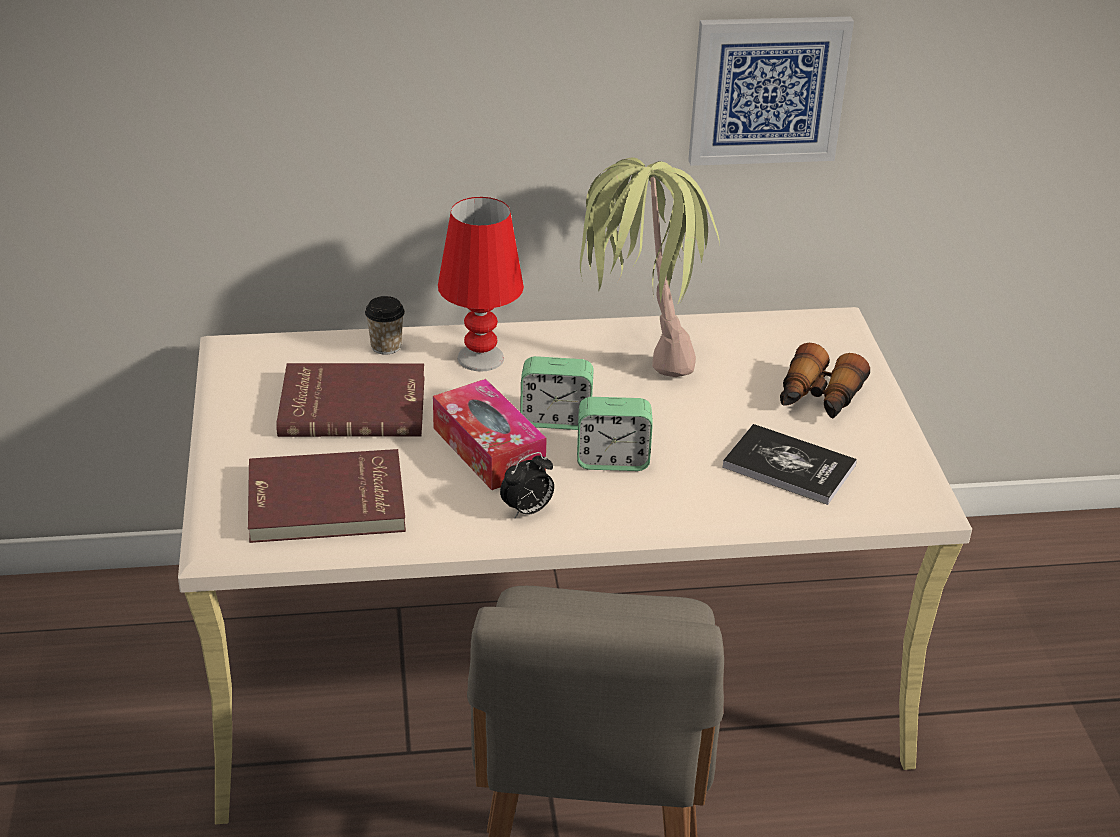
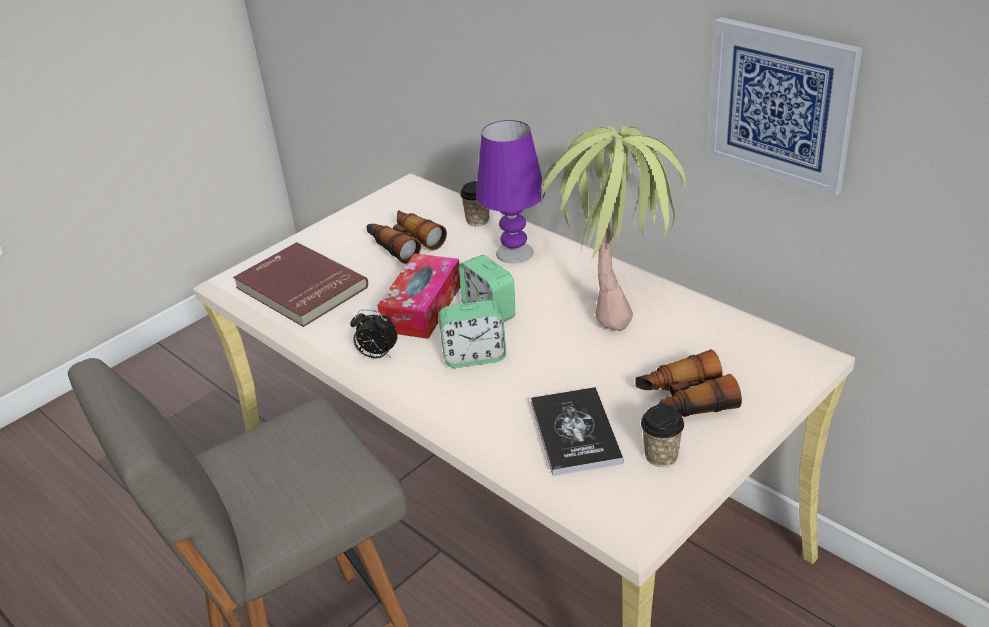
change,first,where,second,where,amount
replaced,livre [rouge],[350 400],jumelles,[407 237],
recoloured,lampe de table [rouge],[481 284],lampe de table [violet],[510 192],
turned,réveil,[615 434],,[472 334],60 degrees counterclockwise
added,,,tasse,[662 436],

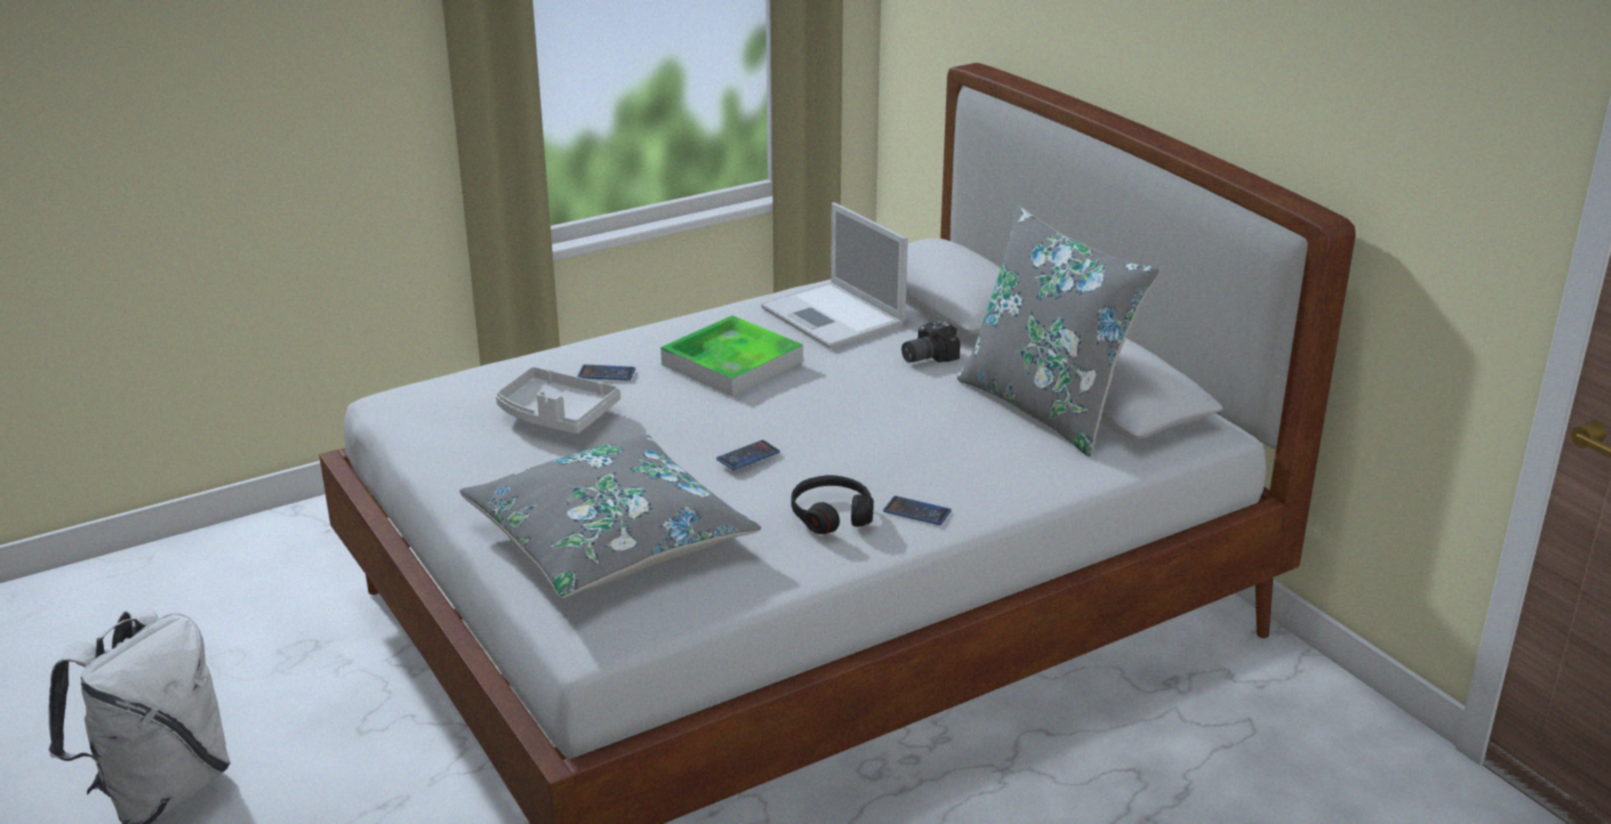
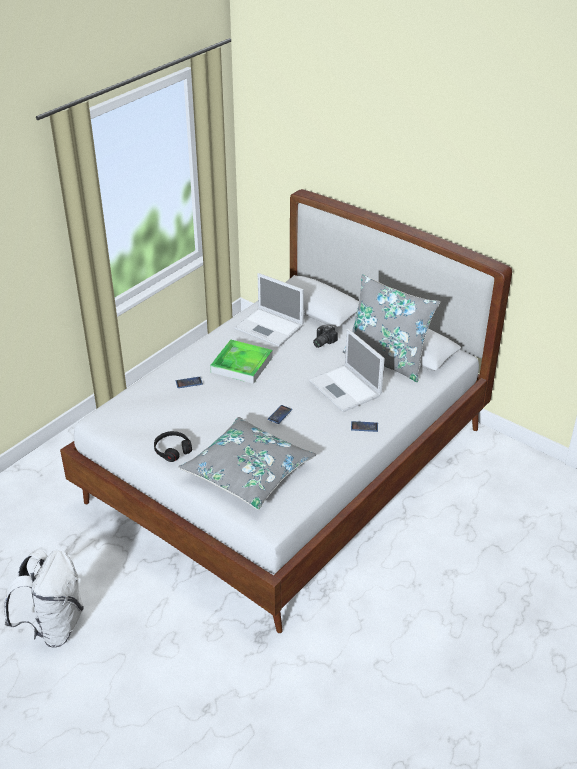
change,first,where,second,where,amount
removed,plateau [gris],[558 400],,,
moved,casque audio [noir],[832 504],,[173 446],
added,,,ordinateur portable,[347 370],

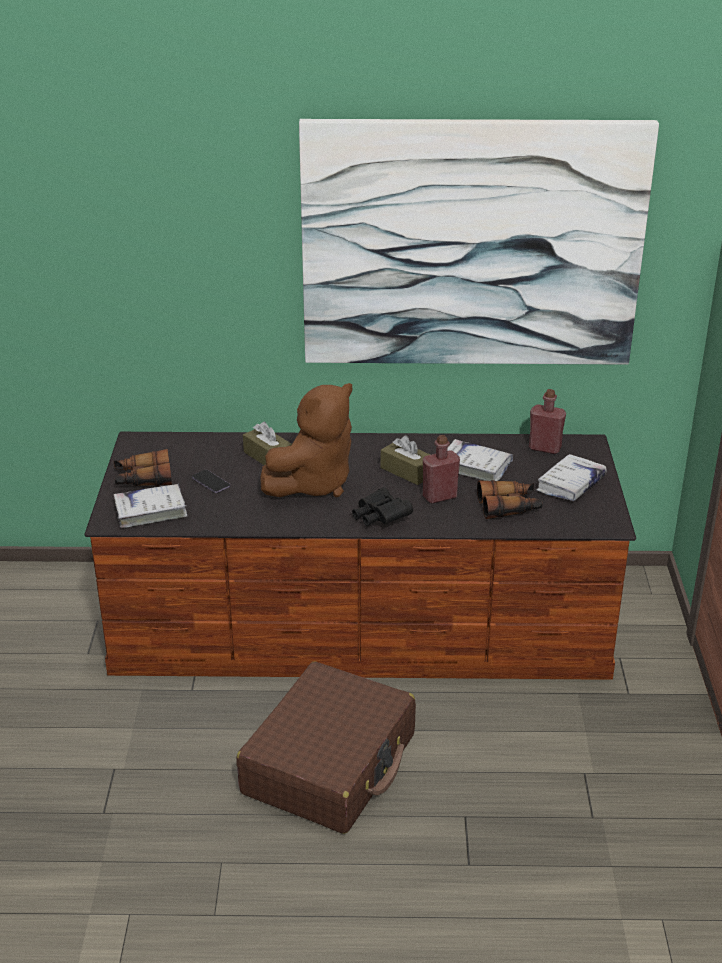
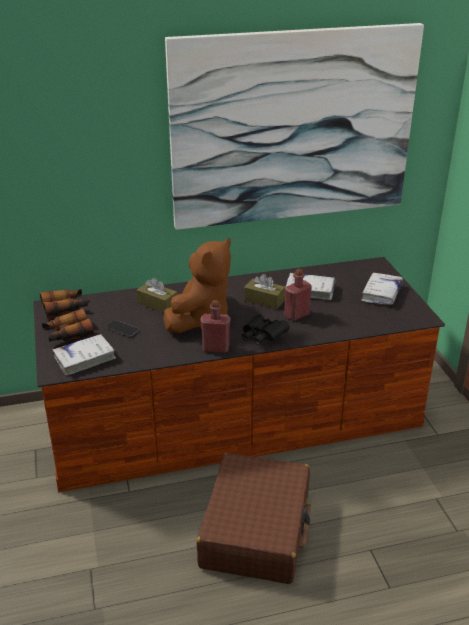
change,first,where,second,where,amount
moved,jumelles,[510 499],,[63 304],
moved,bouteille [rouge],[547 421],,[215 326],

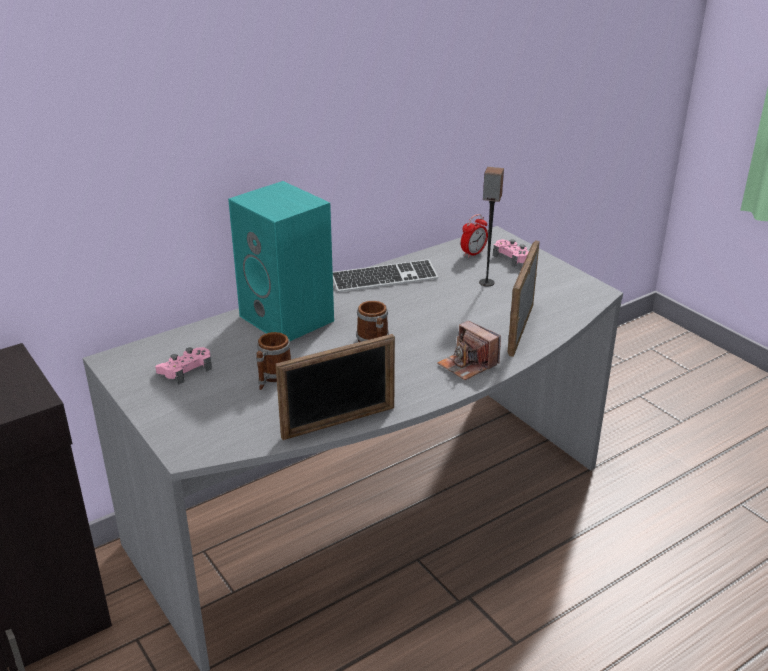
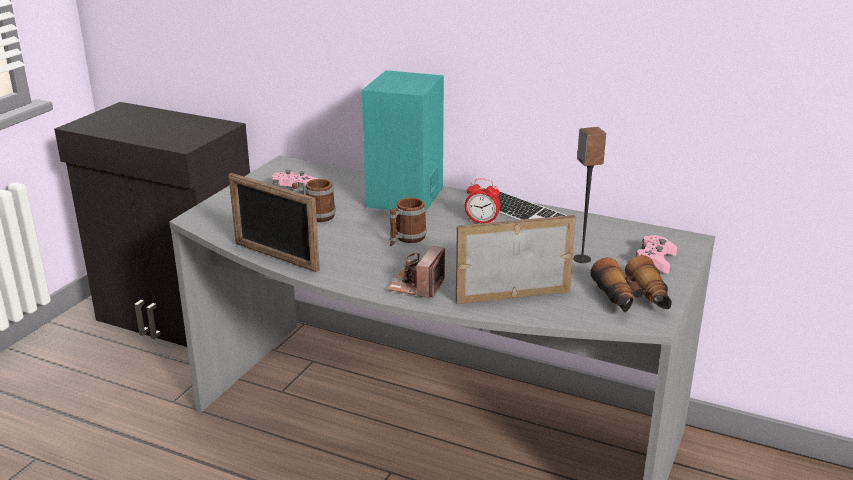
change,first,where,second,where,amount
moved,réveil,[474 236],,[482 200],
added,,,jumelles,[631 283],

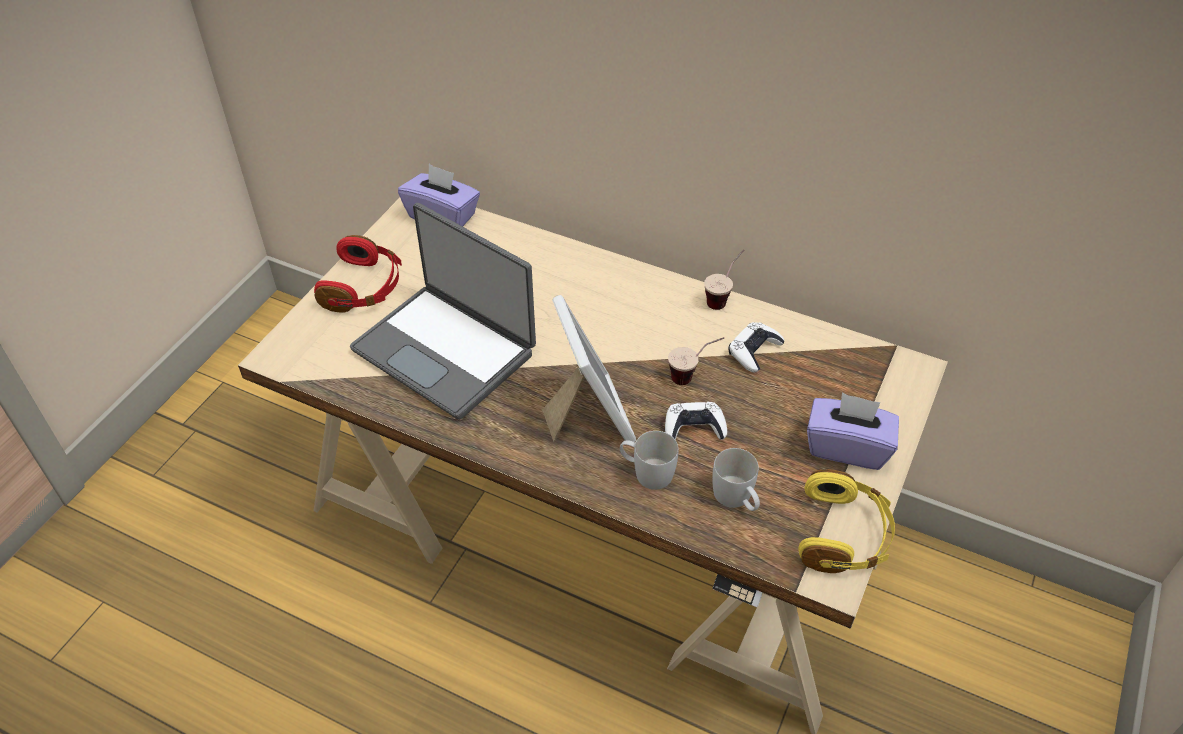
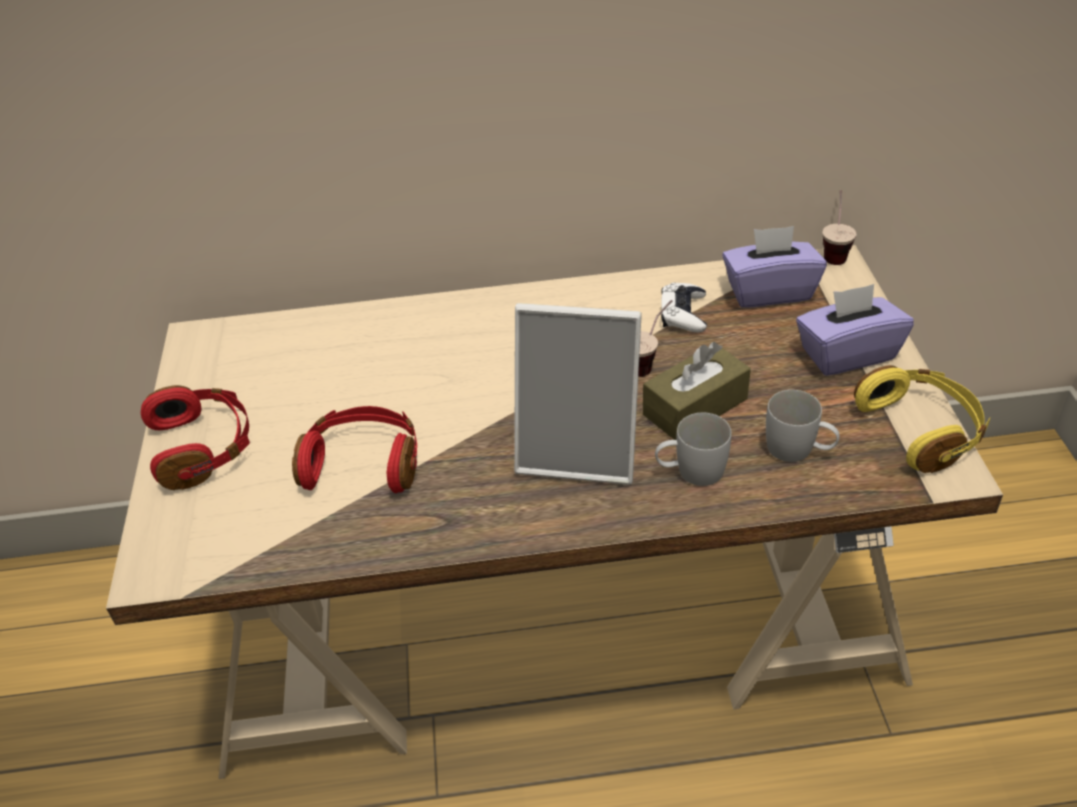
change,first,where,second,where,amount
replaced,ordinateur portable,[443 311],casque audio [rouge],[354 449],
moved,boîte à mouchoirs [violet],[439 195],,[774 267],
turned,cadre photo,[589 368],,[578 394],150 degrees clockwise
replaced,manette [blanc],[696 421],boîte à mouchoirs [marron],[697 391],
moved,tasse,[724 280],,[839 227],

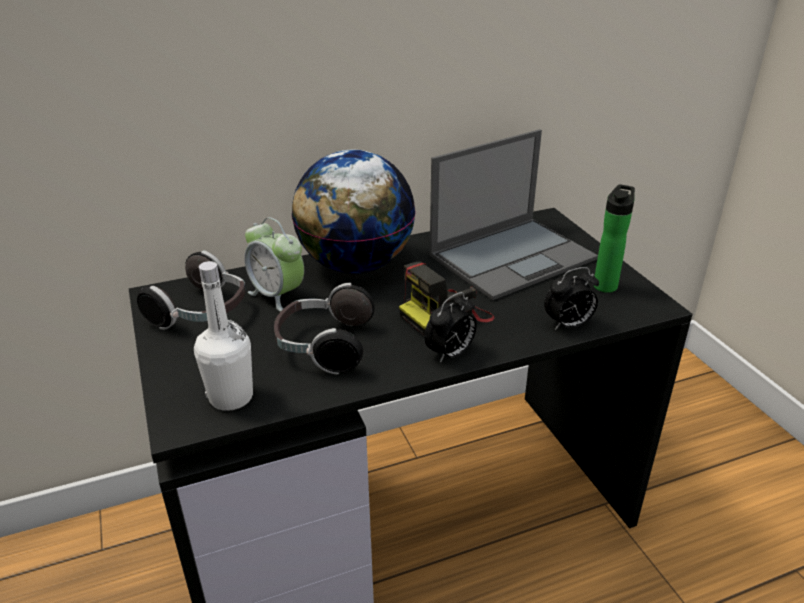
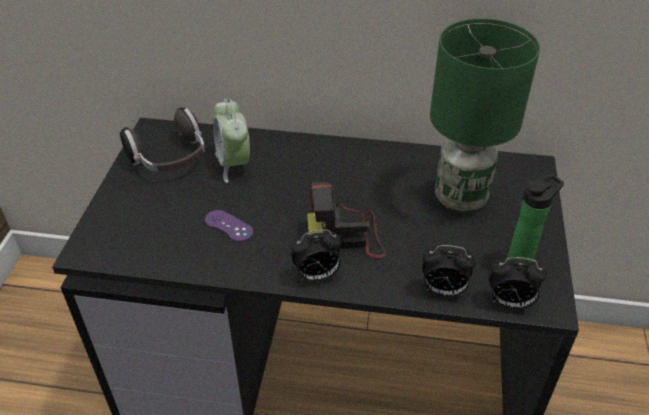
change,first,where,second,where,amount
removed,bouteille [blanc],[223 336],,,
replaced,casque audio,[324 329],manette [violet],[229 226],
removed,globe,[354 212],,,
replaced,ordinateur portable,[513 214],lampe de table [vert],[485 115],
added,,,réveil,[518 283],

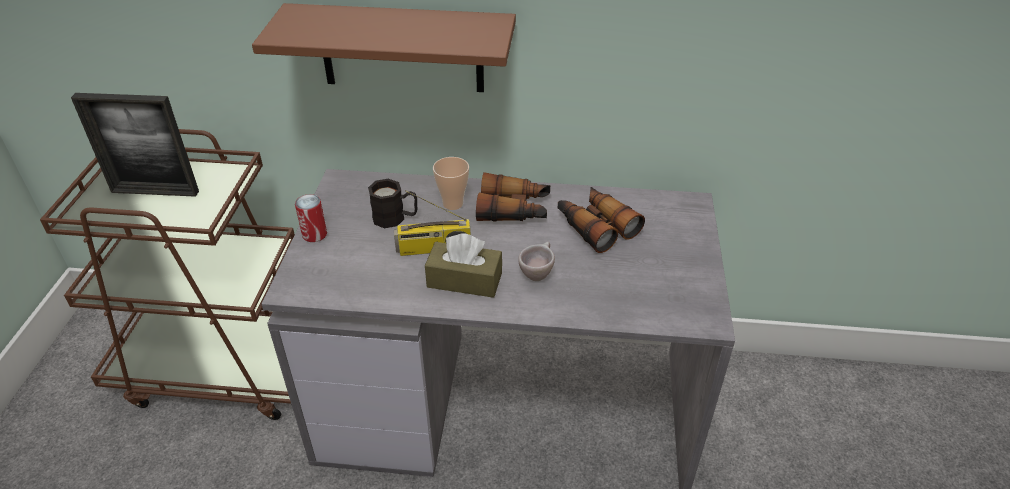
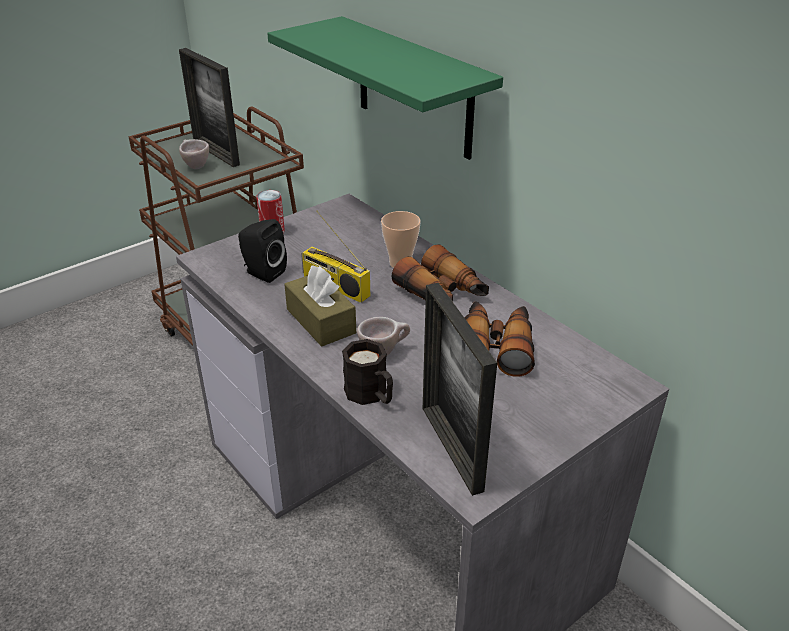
change,first,where,second,where,amount
recoloured,étagère [marron],[384 47],étagère [vert],[385 88],
moved,mug [noir],[392 203],,[367 372],
added,,,tasse [beige],[194 154],
added,,,enceinte [noir],[262 251],
added,,,cadre photo,[460 389],

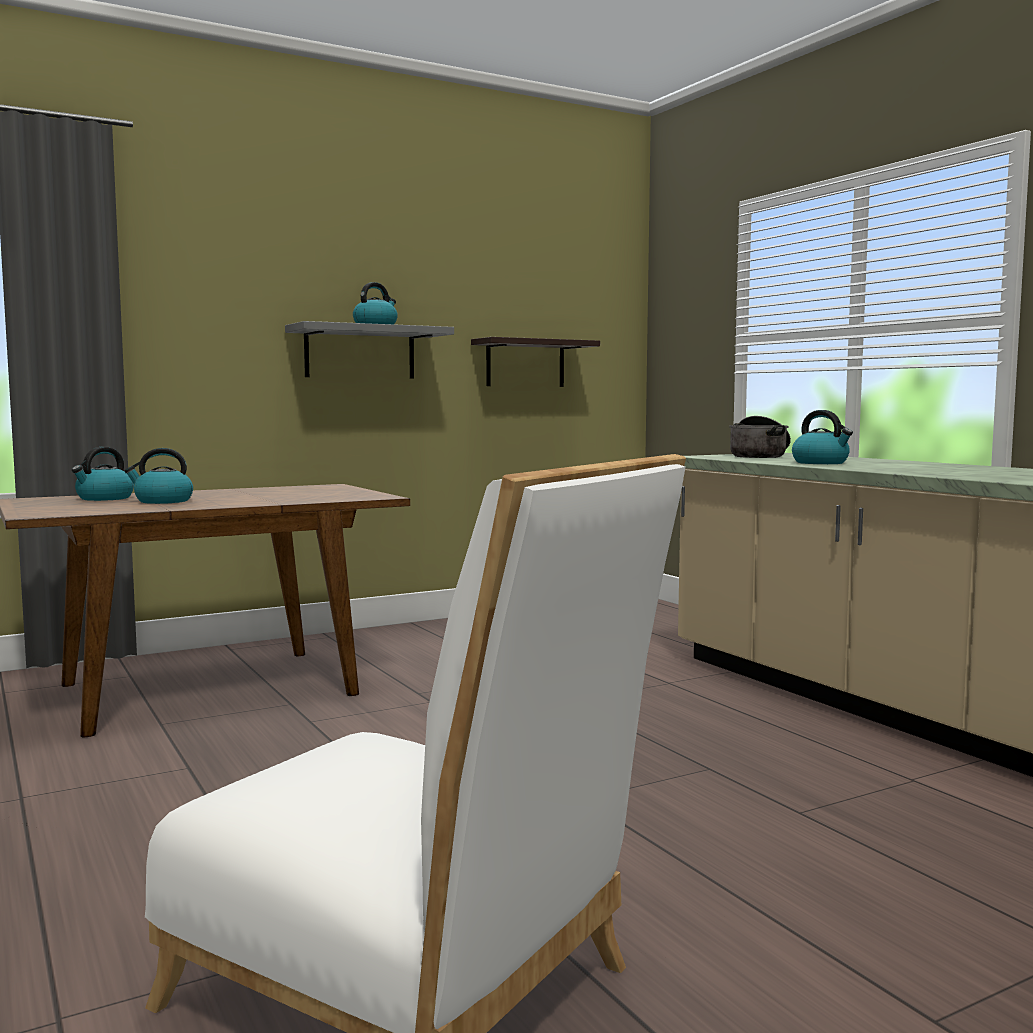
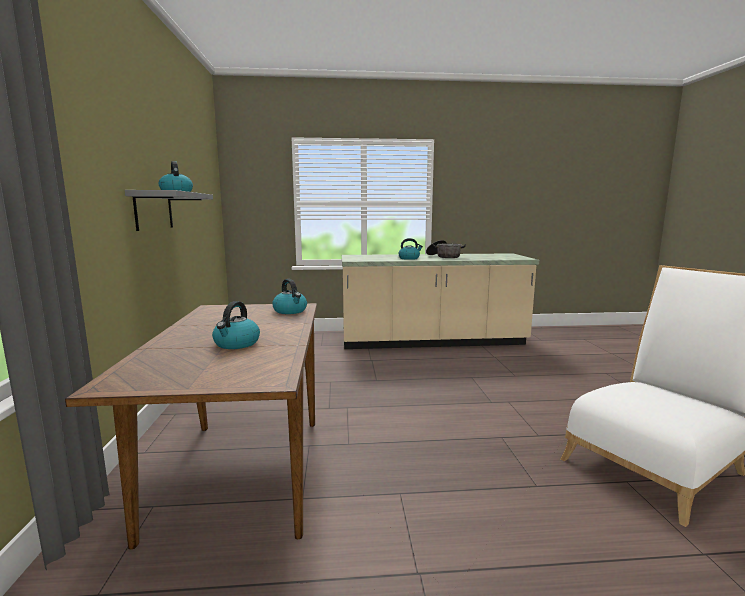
change,first,where,second,where,amount
moved,bouilloire,[103 474],,[289 296],
removed,étagère,[535 362],,,
moved,marmite,[760 437],,[446 249],

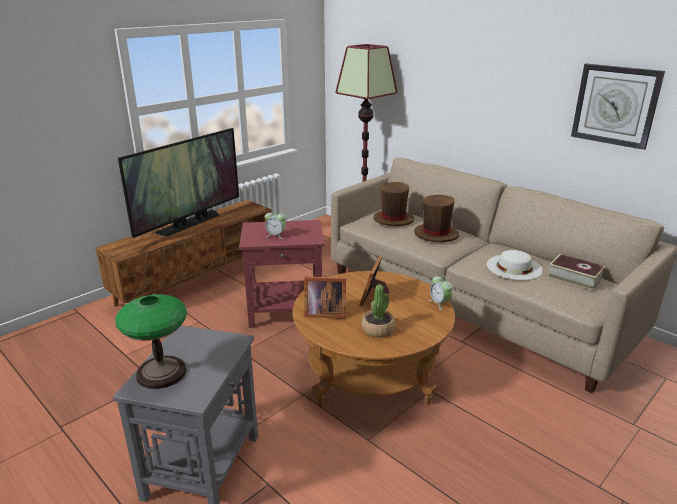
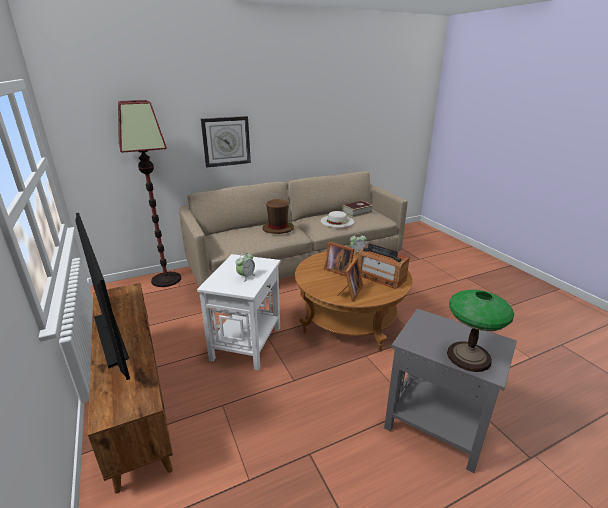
change,first,where,second,where,amount
recoloured,table d'appoint [rouge],[281 274],table d'appoint [blanc],[239 312],
replaced,plante en pot,[378 310],radio,[383 266],
removed,chapeau [marron],[393 204],,,
moved,horloge murale,[618 107],,[226 142],

